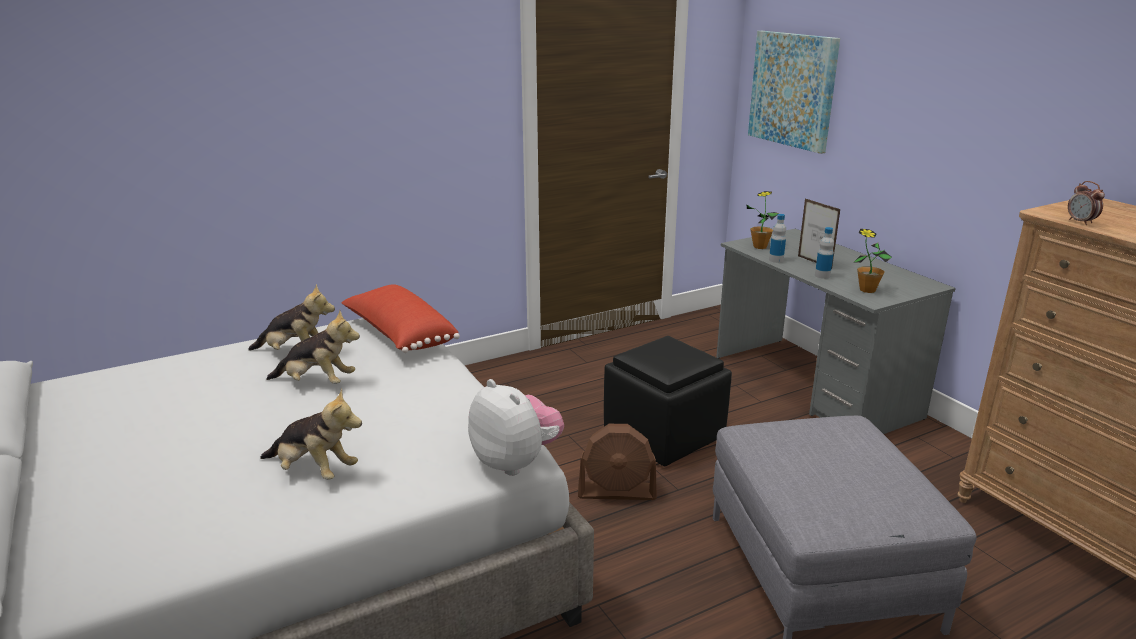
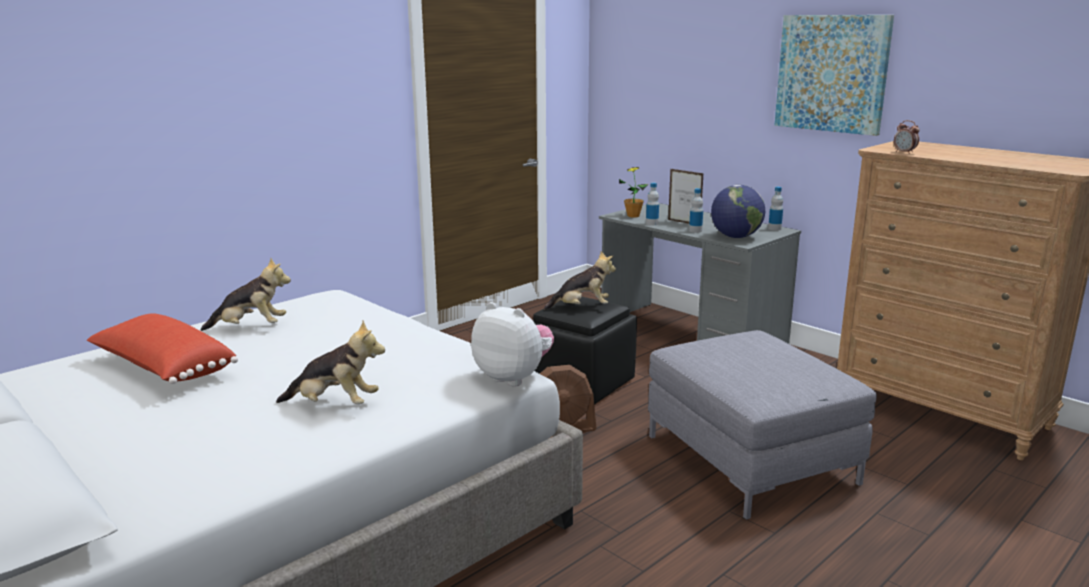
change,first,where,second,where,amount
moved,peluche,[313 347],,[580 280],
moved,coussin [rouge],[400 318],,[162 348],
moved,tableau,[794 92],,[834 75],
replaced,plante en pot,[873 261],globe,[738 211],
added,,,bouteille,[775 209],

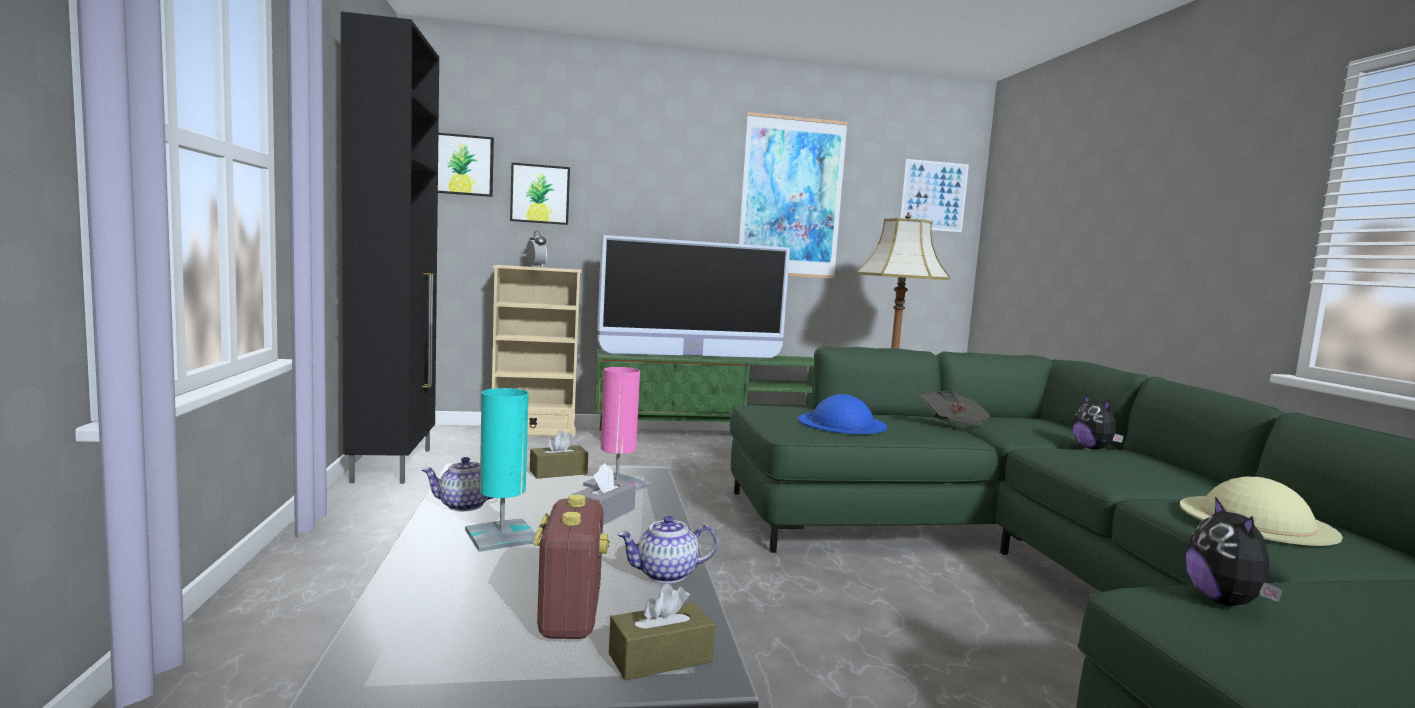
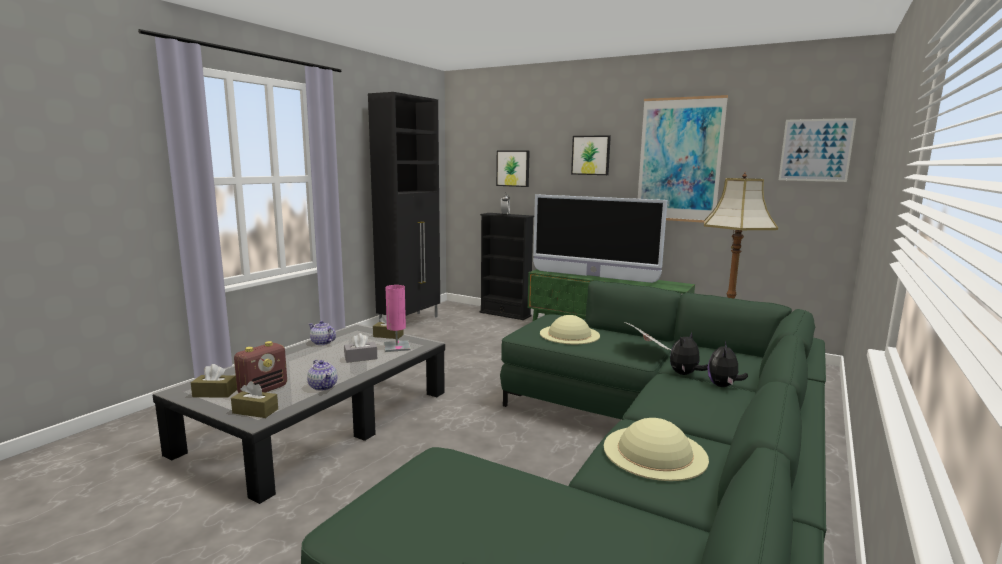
change,first,where,second,where,amount
moved,tableau,[466 165],,[591 155],
removed,lampe de table [turquoise],[500 470],,,
recoloured,bibliothèque [beige],[537 350],bibliothèque [noir],[507 266],
turned,théière,[667 549],,[322 375],150 degrees counterclockwise
recoloured,chapeau [bleu],[842 414],chapeau [beige],[570 329],
moved,peluche,[1234 551],,[689 353],
added,,,boîte à mouchoirs [marron],[214 381],

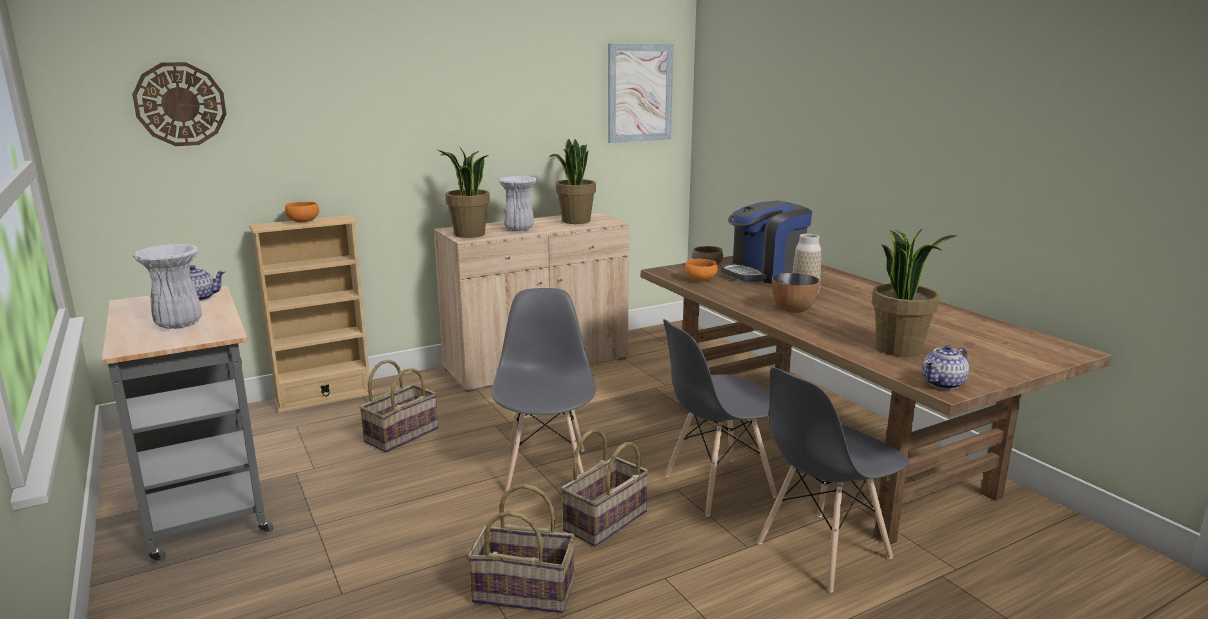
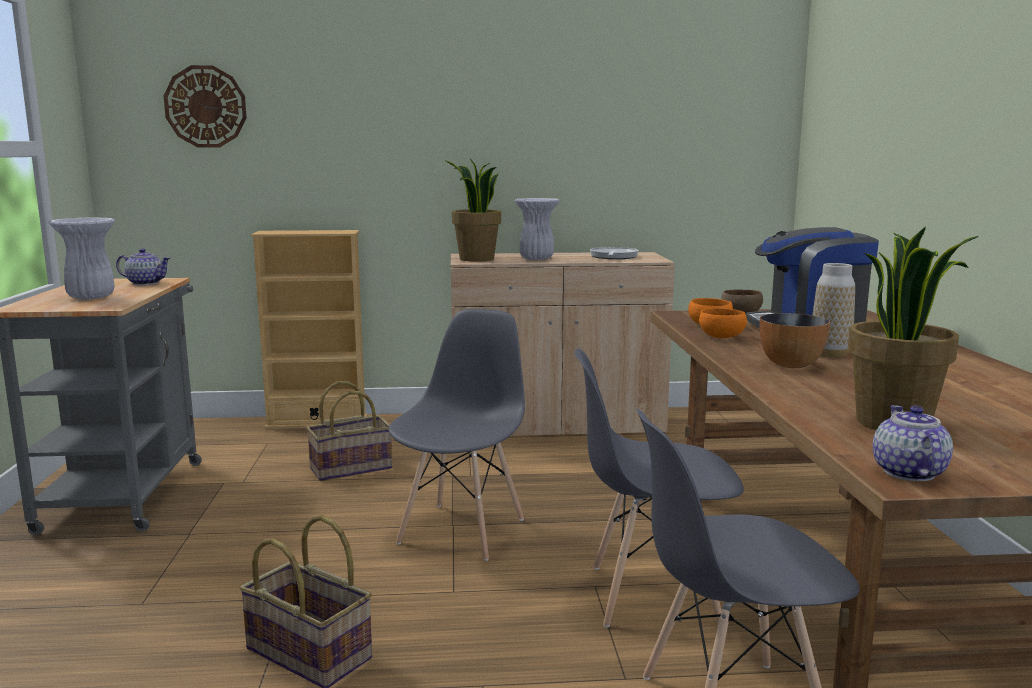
change,first,where,second,where,amount
moved,bol [orange],[302 212],,[723 323],
replaced,plante en pot,[572 181],poêle,[614 253],
removed,panier,[605 488],,,
removed,tableau,[641 93],,,
turned,théière,[945 367],,[913 443],105 degrees clockwise

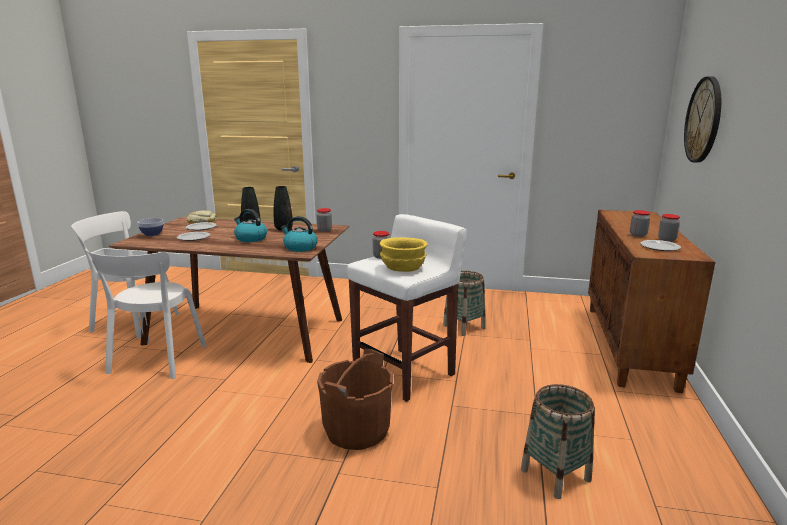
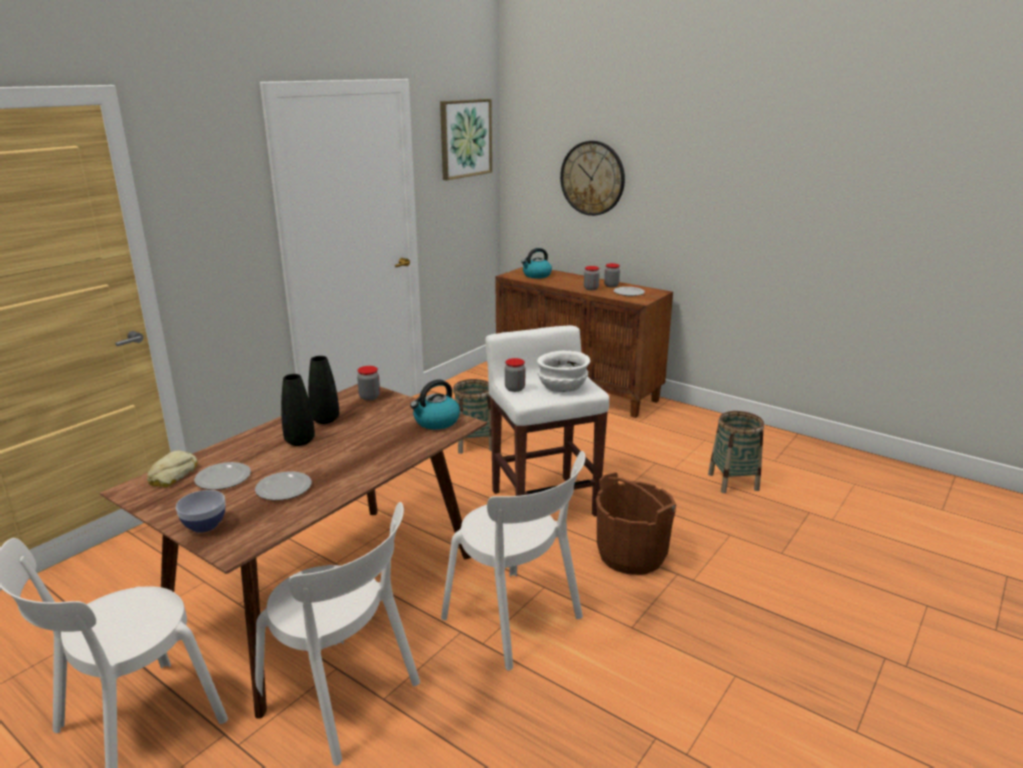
change,first,where,second,where,amount
moved,bouilloire,[250 225],,[536 263],
recoloured,bol [jaune],[404 254],bol [blanc],[563 371],
added,,,tableau,[466 139],
added,,,chaise [blanc],[513 561],

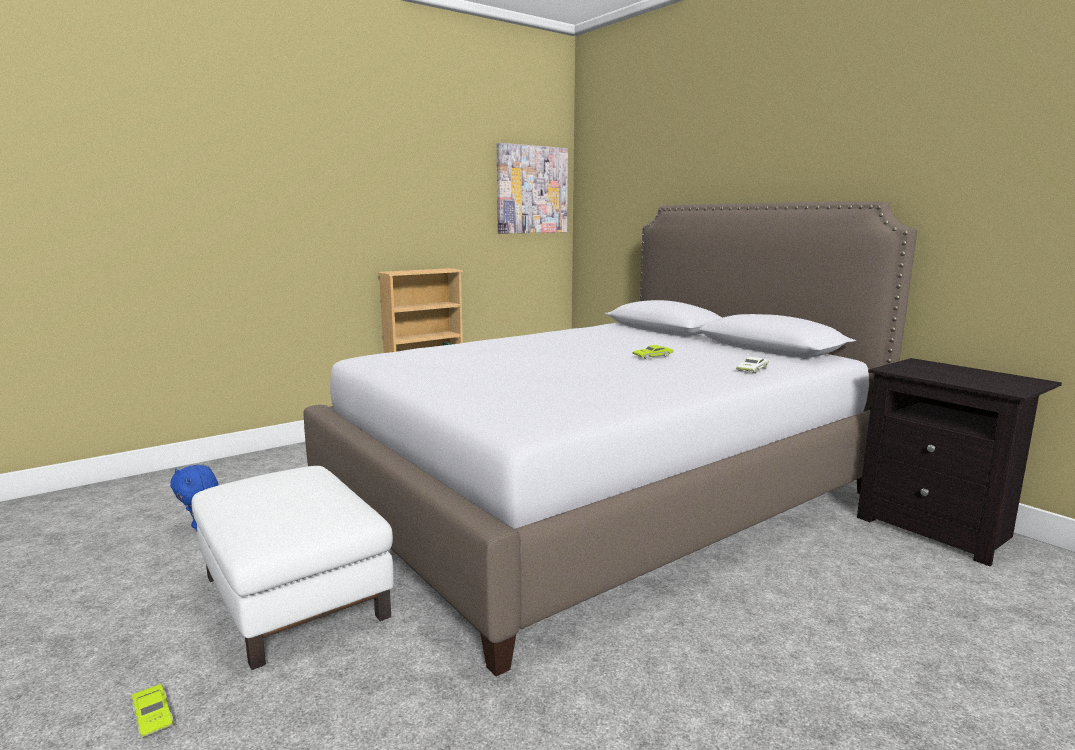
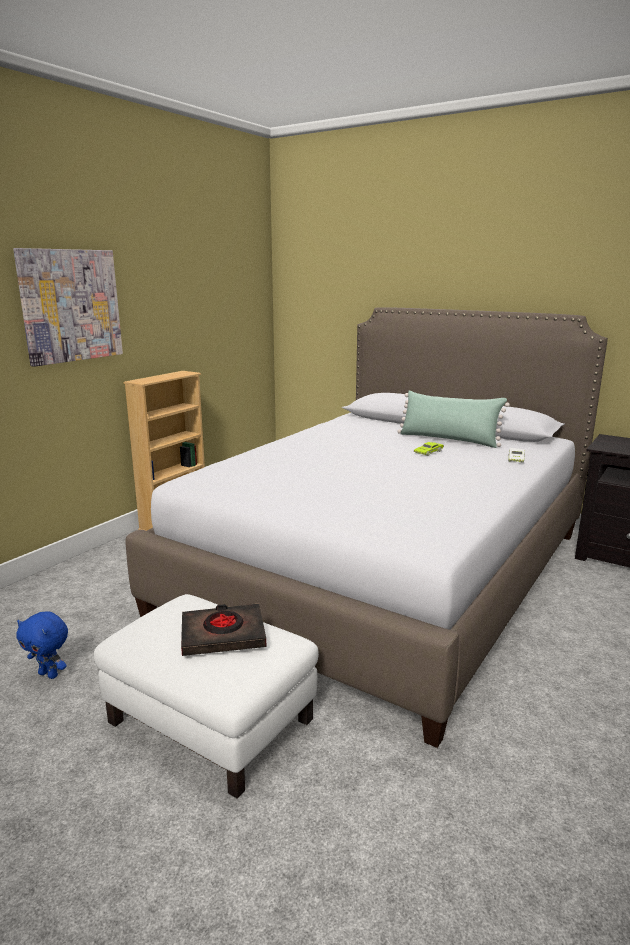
change,first,where,second,where,amount
removed,petite voiture [vert],[153 711],,,
moved,tableau,[532 188],,[68 307],
added,,,livre [noir],[223 630],
added,,,coussin [vert],[453 419],

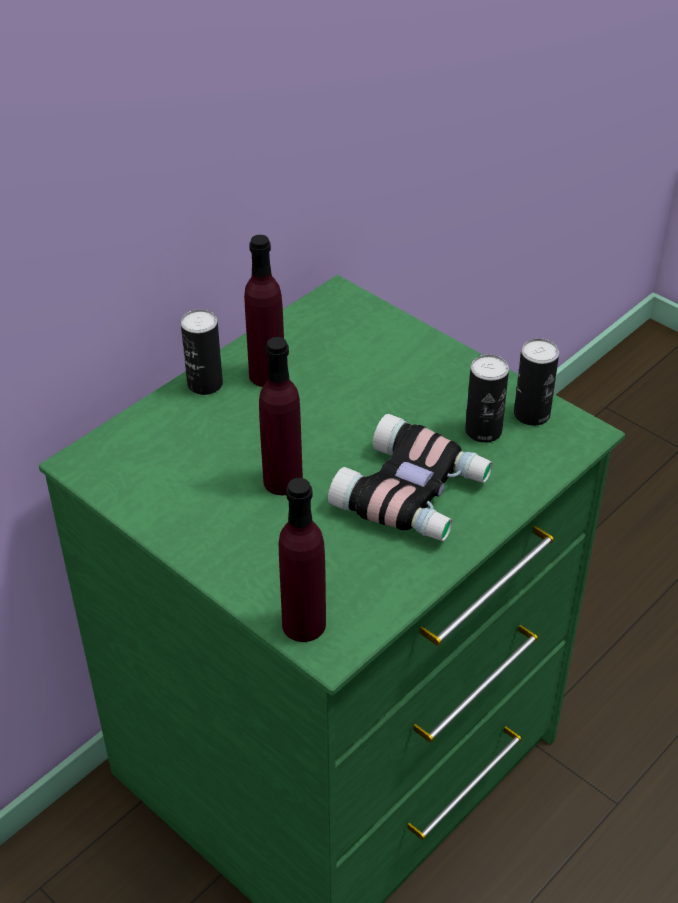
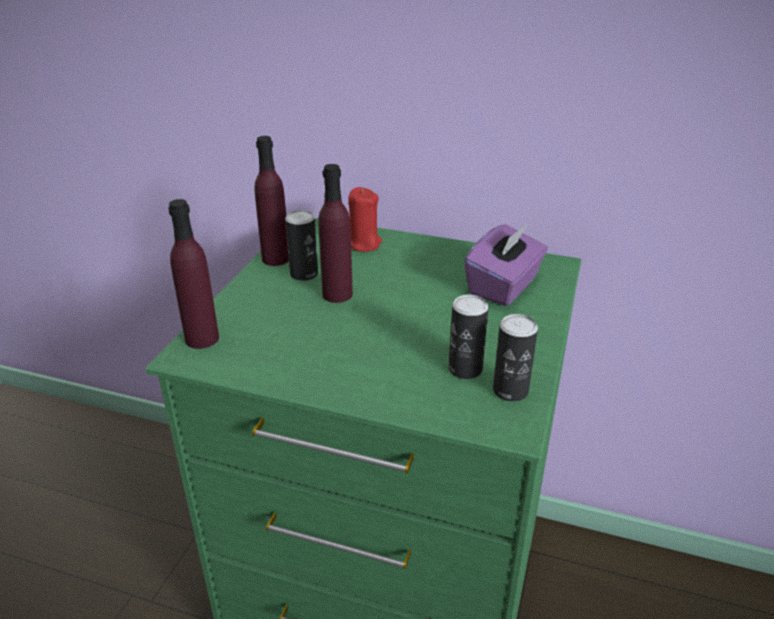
change,first,where,second,where,amount
moved,boîte métallique,[202 352],,[301 245],
moved,bouteille [violet],[264 311],,[271 201],
removed,jumelles,[410 477],,,
added,,,bougie [rouge],[365 219],
added,,,boîte à mouchoirs [violet],[506 265],

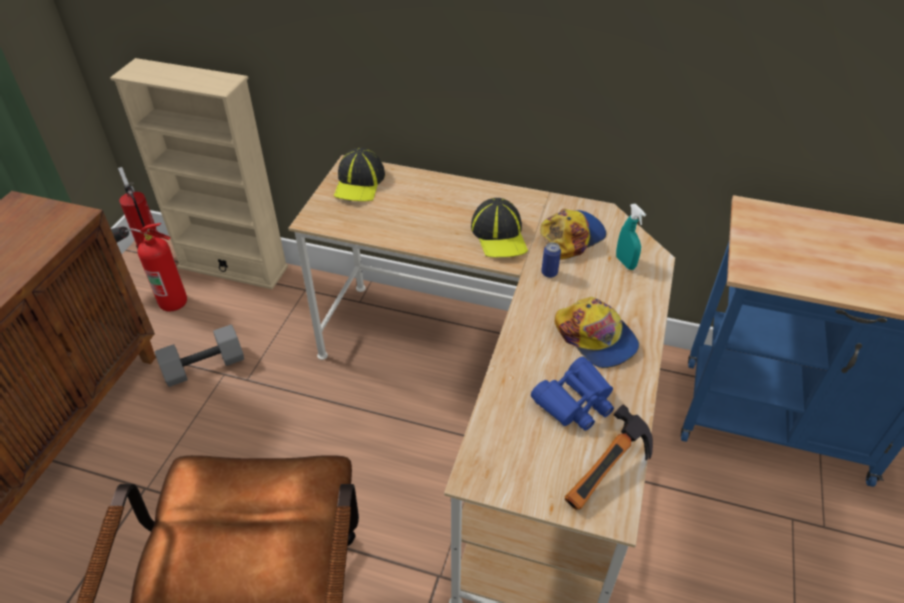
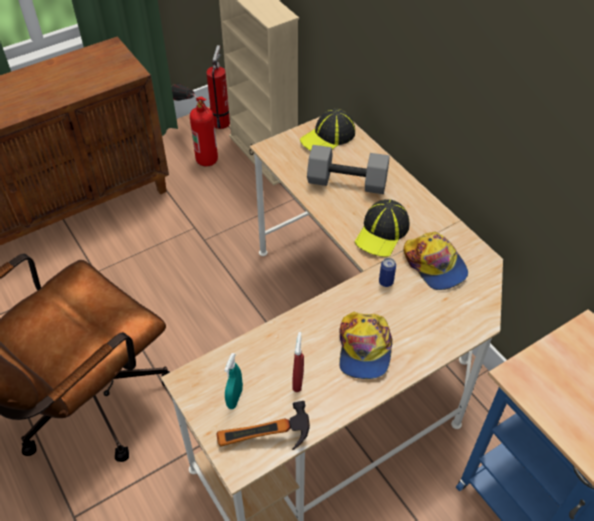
change,first,where,second,where,amount
moved,haltère [gris],[199 355],,[348 169],
replaced,jumelles [bleu],[572 393],vaporisateur [rouge],[298 362],
turned,casquette,[573 234],,[435 261],60 degrees clockwise
moved,vaporisateur [turquoise],[631 237],,[233 381],

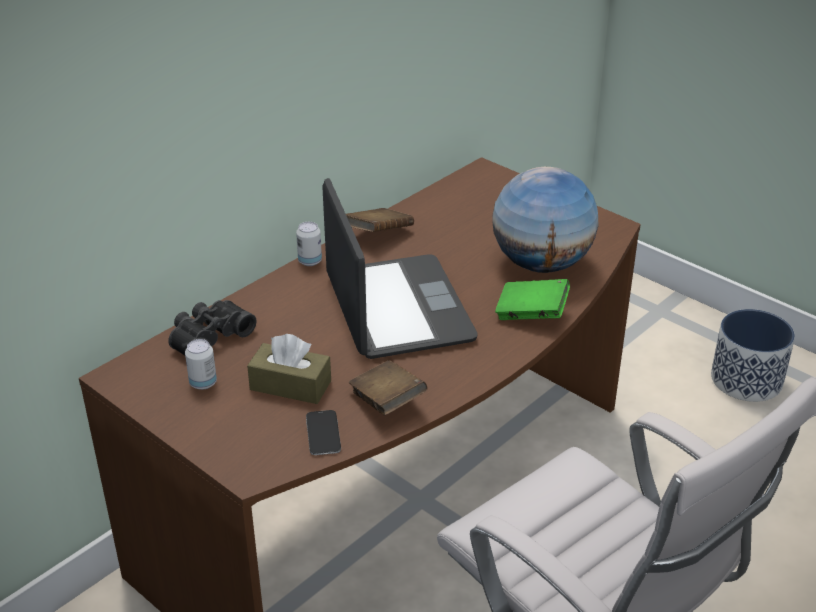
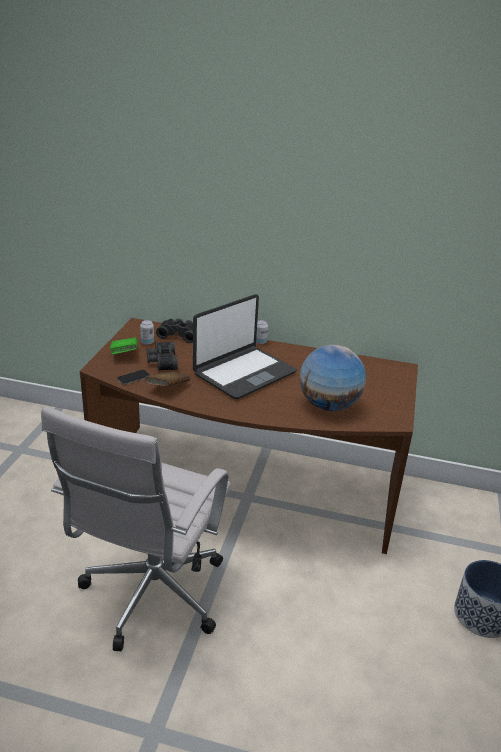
change,first,where,second,where,amount
replaced,boîte à mouchoirs [marron],[289 369],jumelles [noir],[162 356],
removed,livre [marron],[380 220],,,
moved,livre [vert],[532 299],,[124 346],

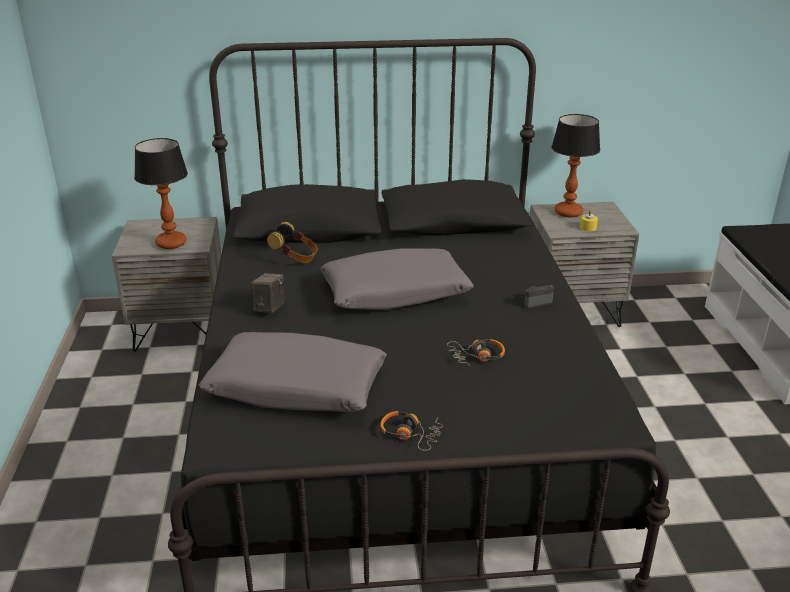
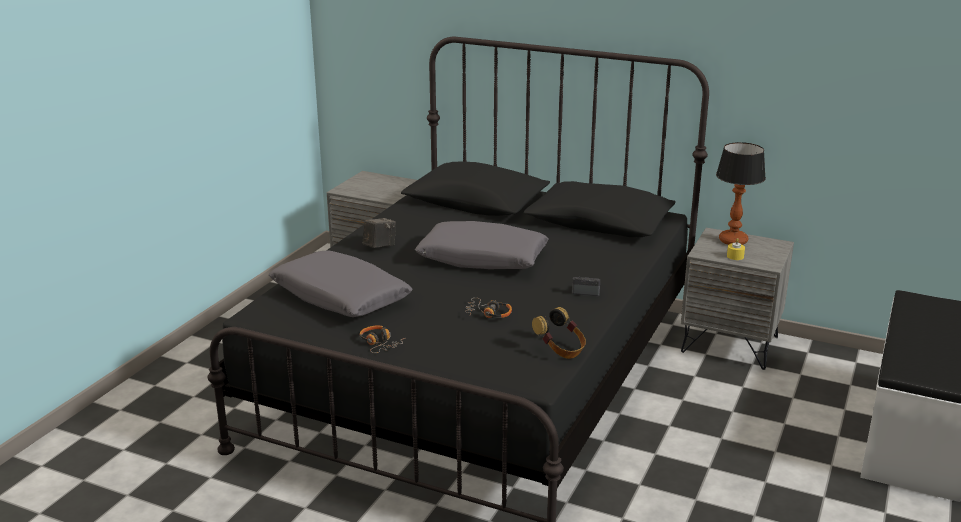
change,first,where,second,where,amount
removed,lampe de table,[161 193],,,
moved,casque audio,[292 242],,[559 333],

